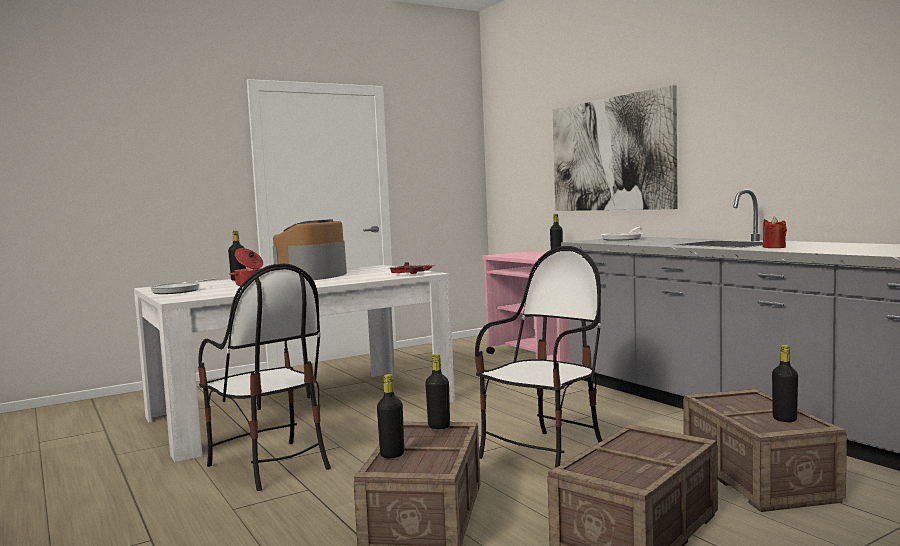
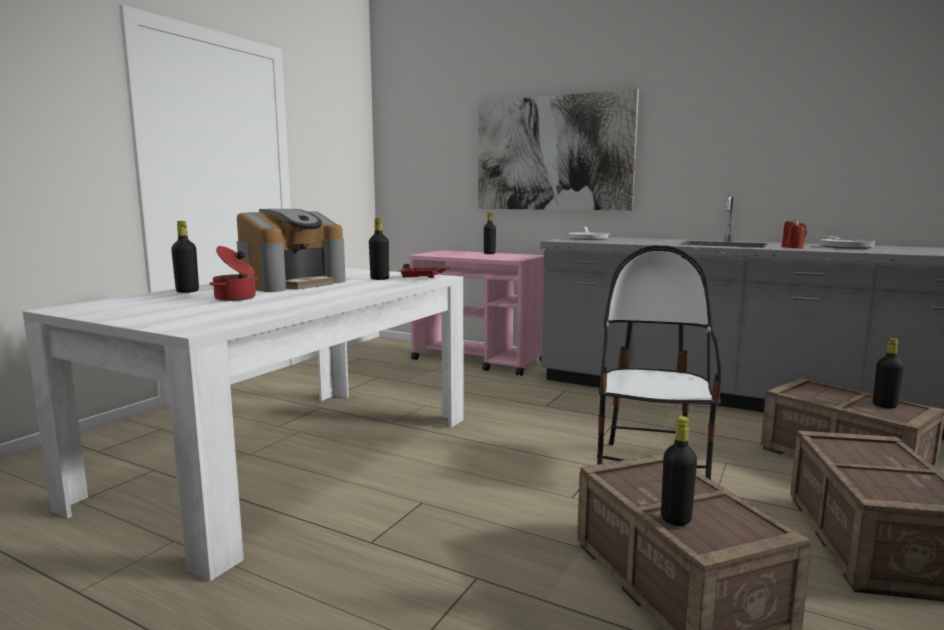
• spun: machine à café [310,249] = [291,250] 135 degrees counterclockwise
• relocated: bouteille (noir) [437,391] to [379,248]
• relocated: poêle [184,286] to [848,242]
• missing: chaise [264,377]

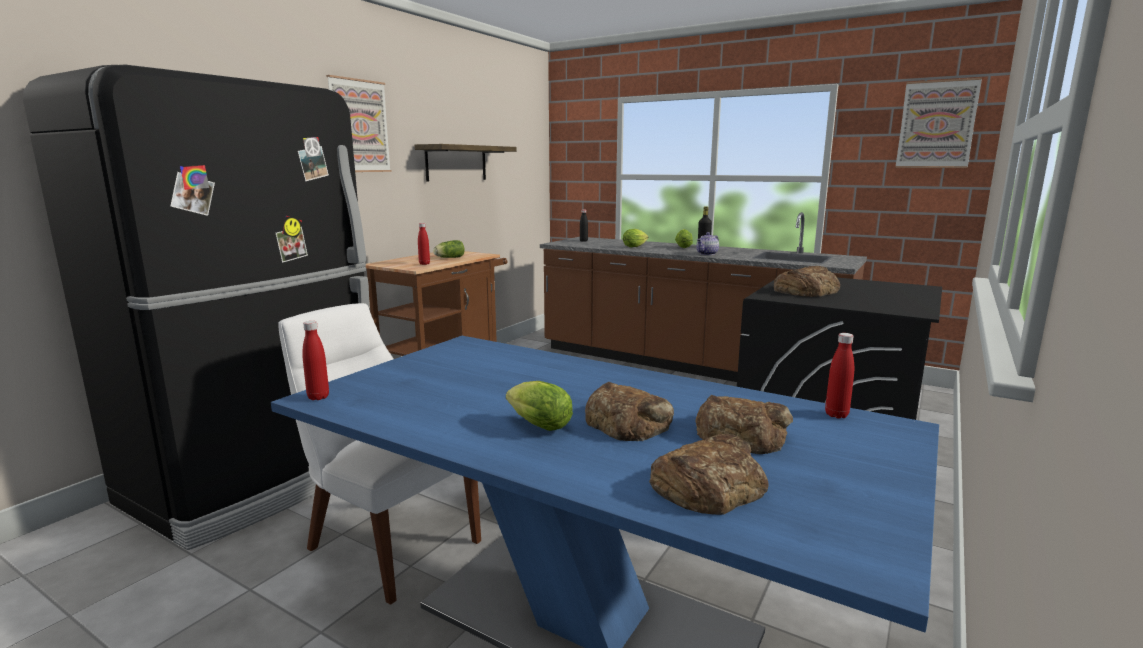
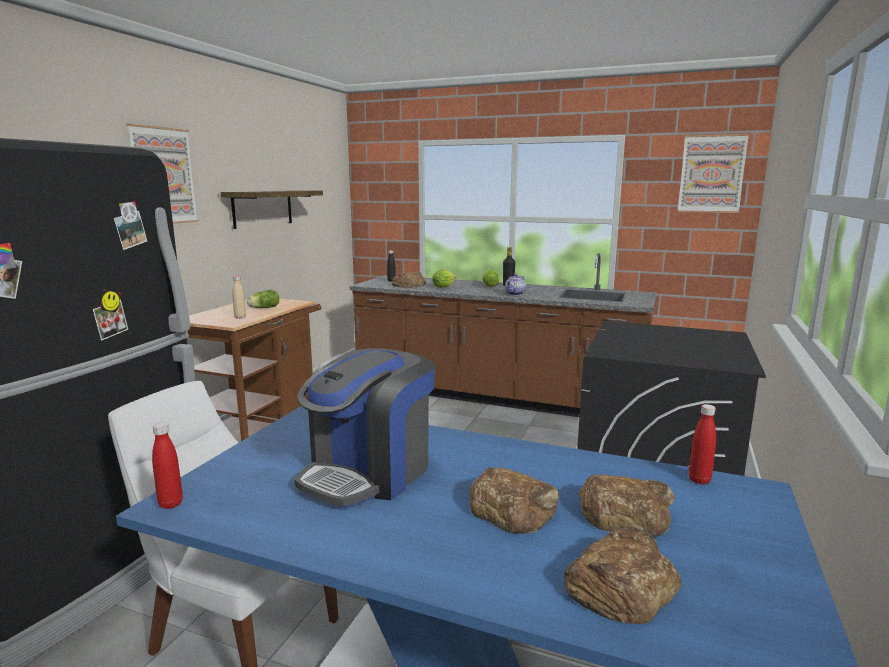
• colour: bouteille (rouge) [424,244] to bouteille (beige) [239,297]
• appeared: machine à café [364,427]
• relocated: pain [807,281] to [409,280]
• missing: laitue [539,406]

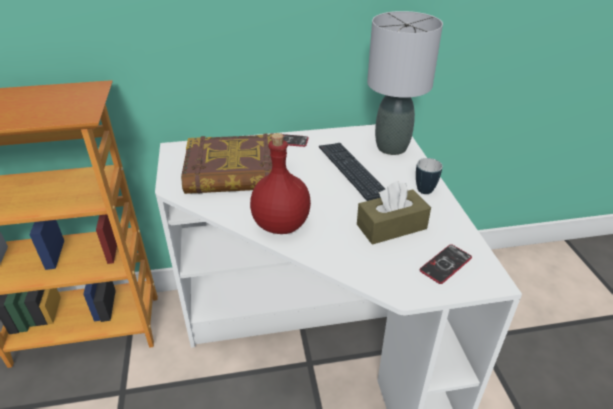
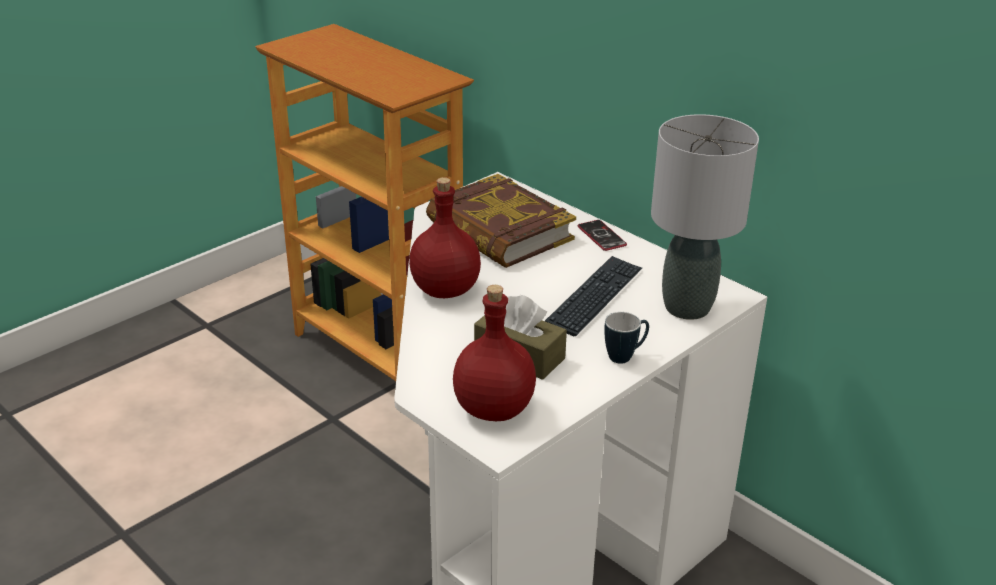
• exchanged: téléphone [445,264] to bouteille (rouge) [494,353]

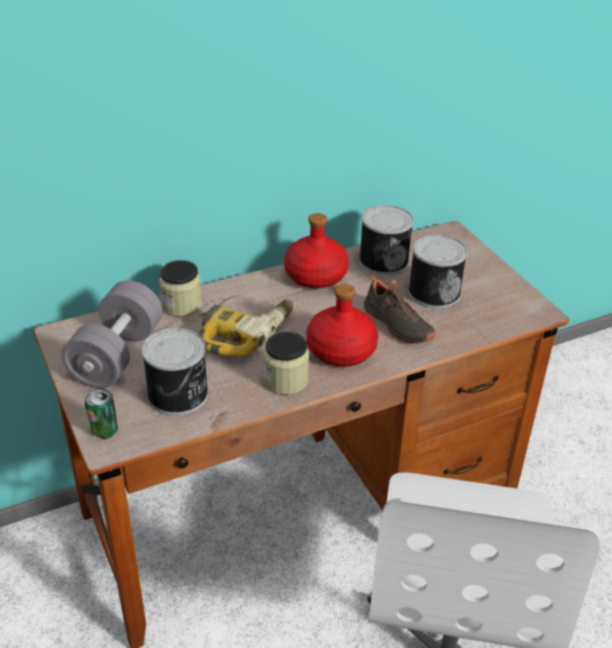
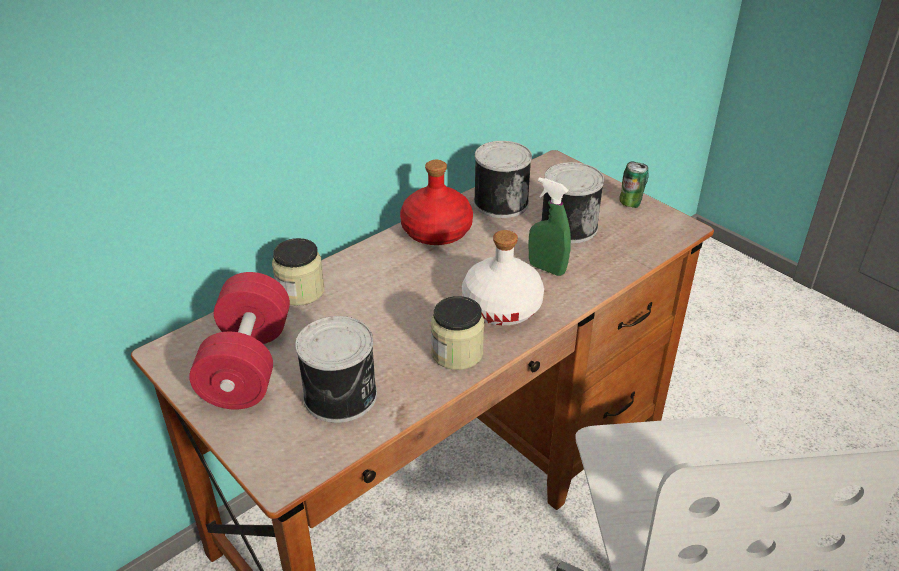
• colour: haltère (gris) [112,334] to haltère (rouge) [239,341]
• colour: bouteille (rouge) [342,325] to bouteille (blanc) [503,277]
• exchanged: chaussure (noir) [400,309] to vaporisateur (vert) [550,226]
• relocated: boîte métallique [101,414] to [634,184]
• missing: perceuse [237,325]

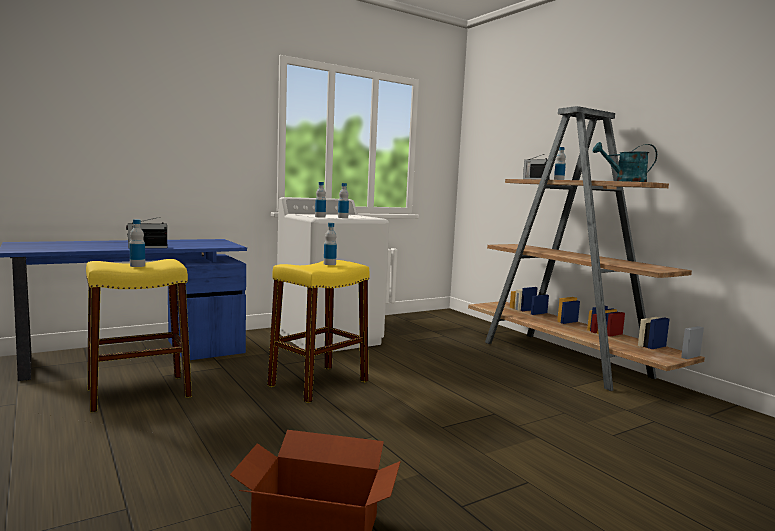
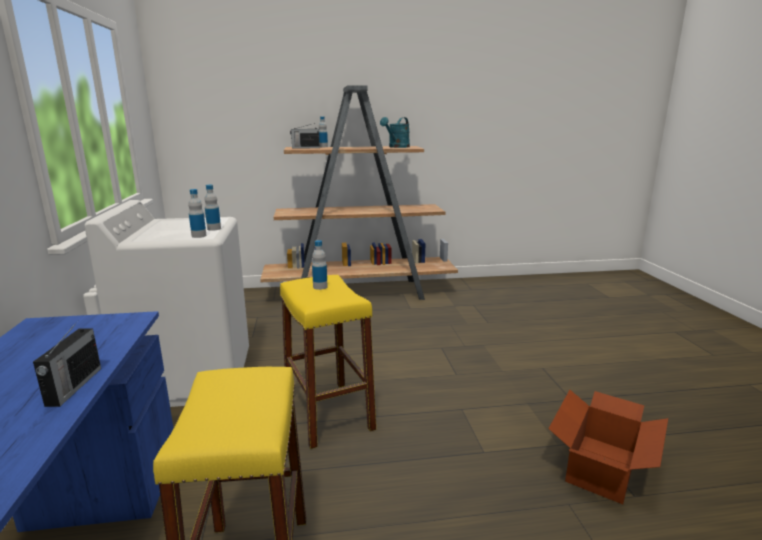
• missing: bouteille [137,243]

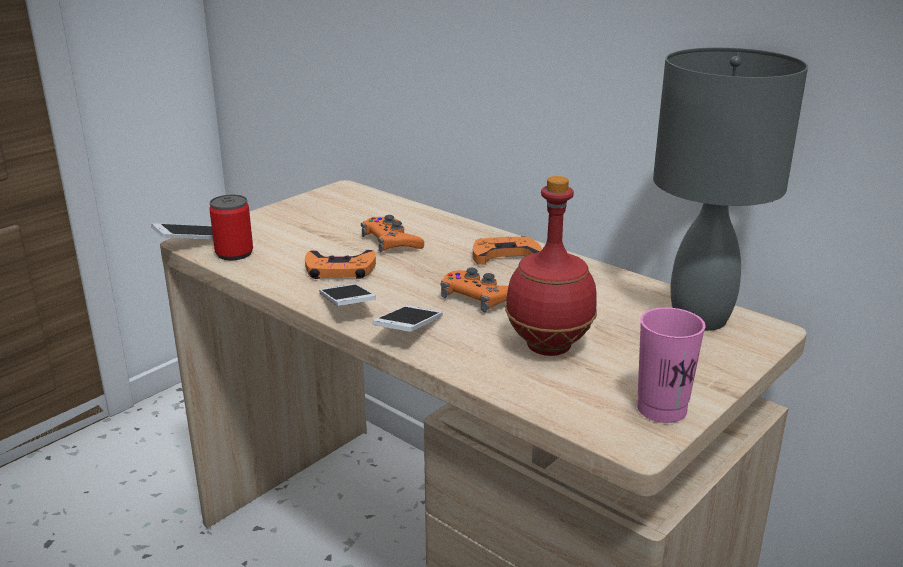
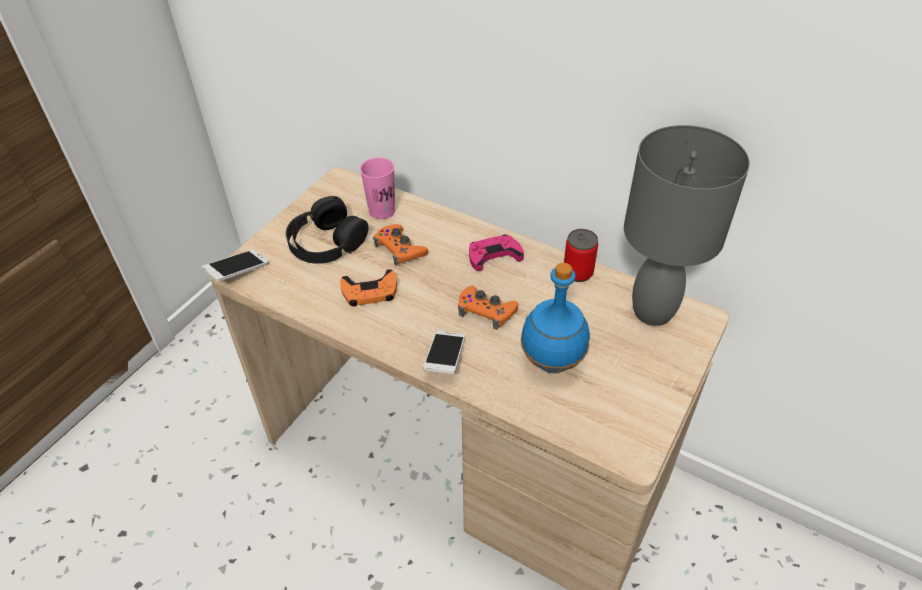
• appeared: casque audio (noir) [327,229]
• relocated: tasse (rose) [671,365] to [377,188]
• colour: manette (orange) [507,250] to manette (rose) [496,253]
• colour: bouteille (rouge) [551,266] to bouteille (bleu) [555,318]
• relocated: boîte métallique [231,227] to [581,255]
• missing: téléphone [347,295]

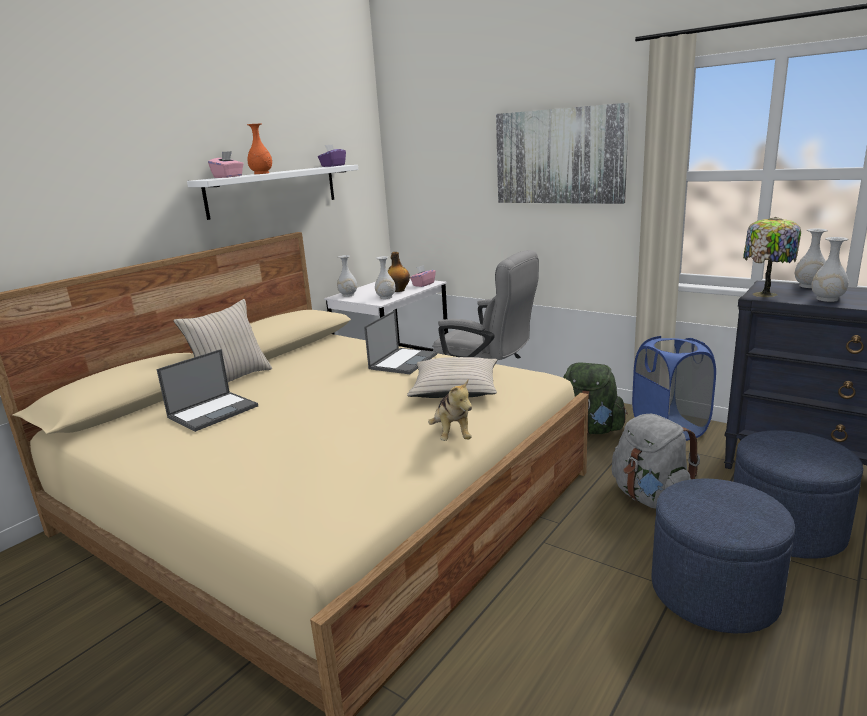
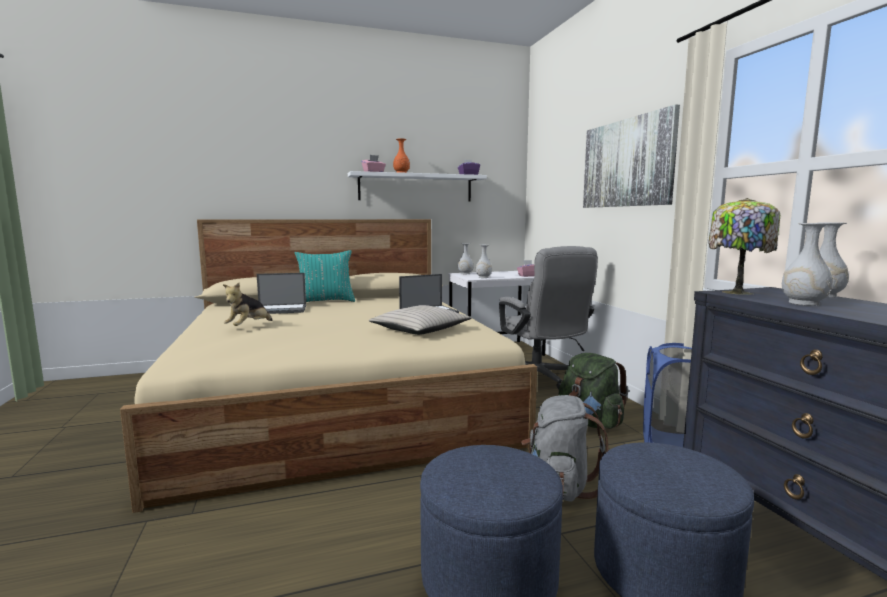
• relocated: peluche [450,410] to [247,304]
• colour: coussin (beige) [222,340] to coussin (turquoise) [325,276]
• missing: bouteille [399,272]

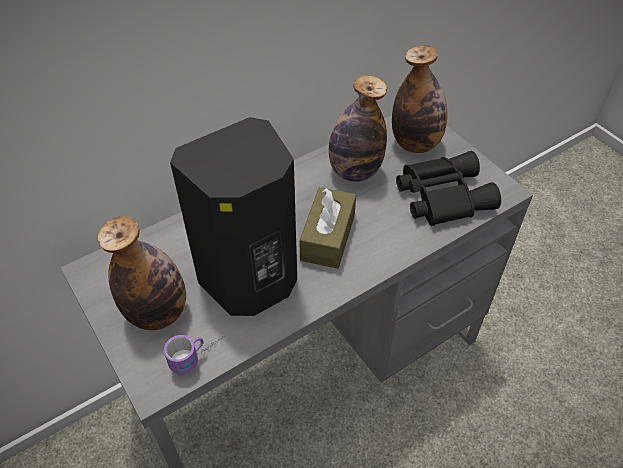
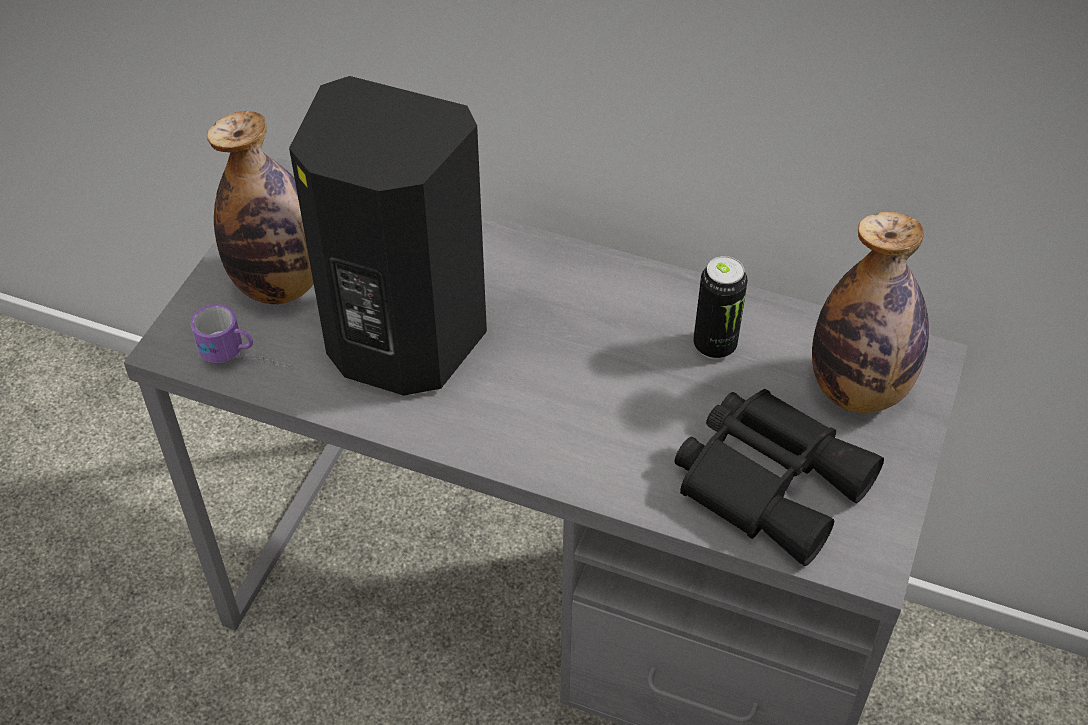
• exchanged: bouteille [358,128] to boîte métallique [720,307]
• missing: boîte à mouchoirs (marron) [327,228]

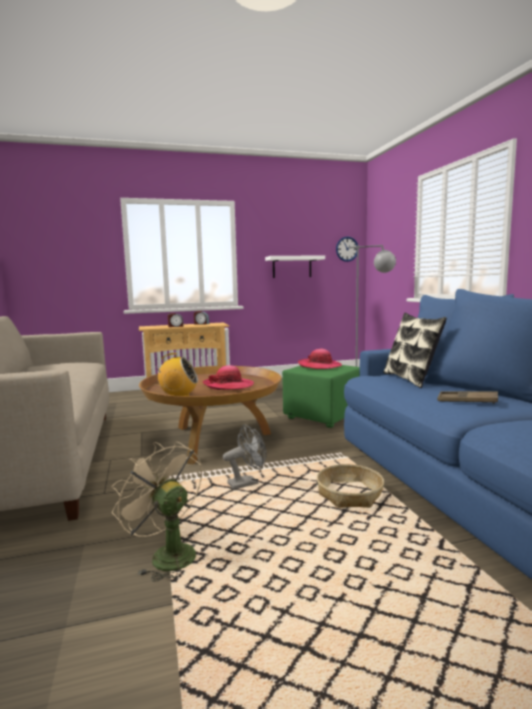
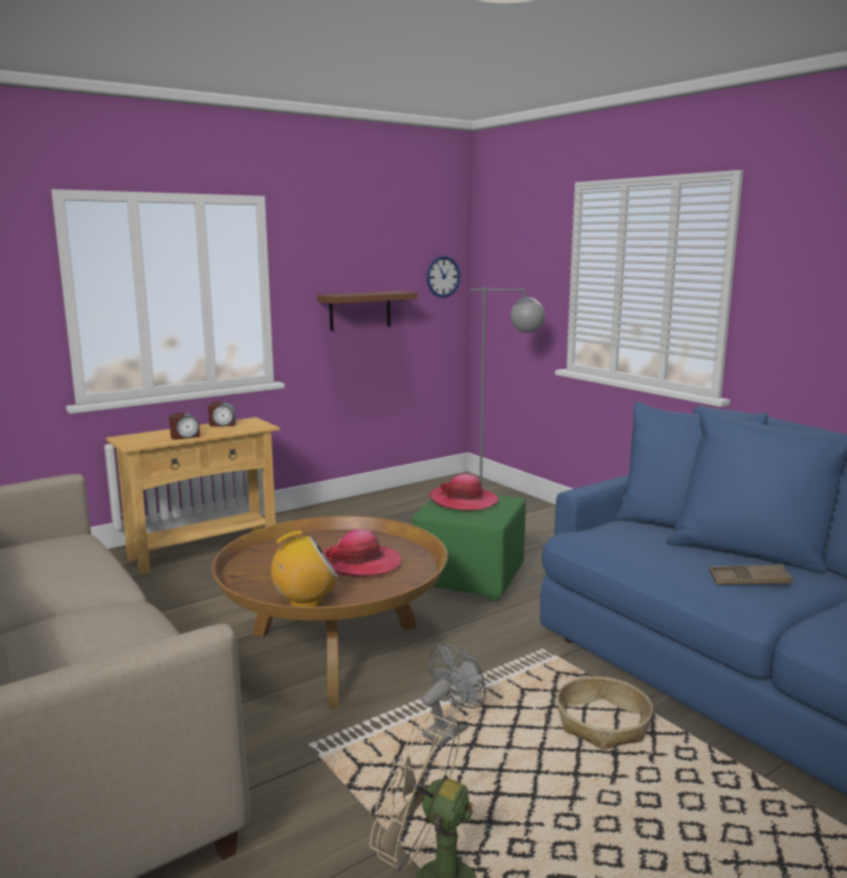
• colour: étagère (blanc) [295,266] to étagère (marron) [367,311]
• missing: coussin [415,350]

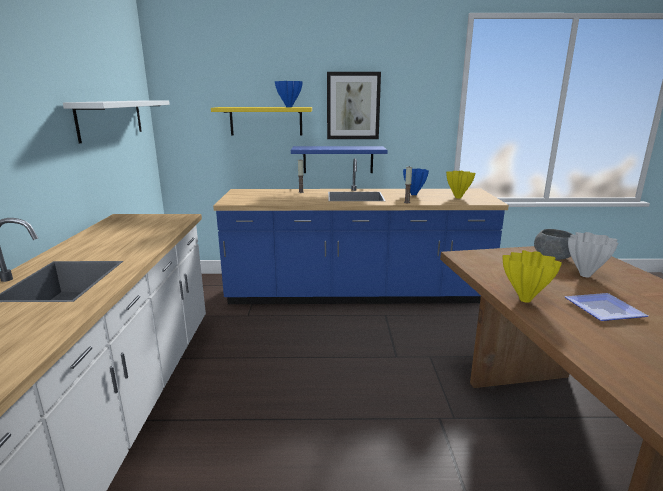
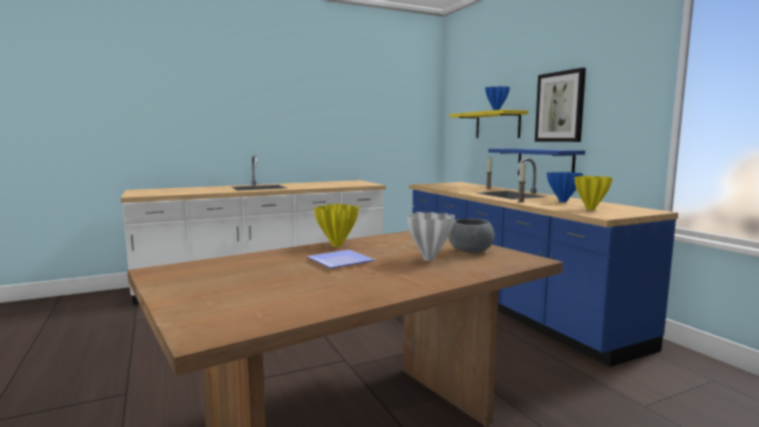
• missing: étagère (blanc) [116,122]

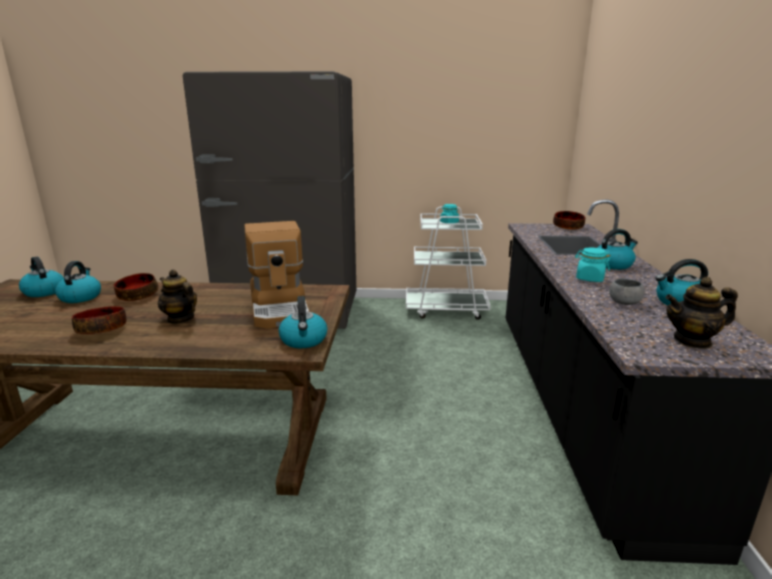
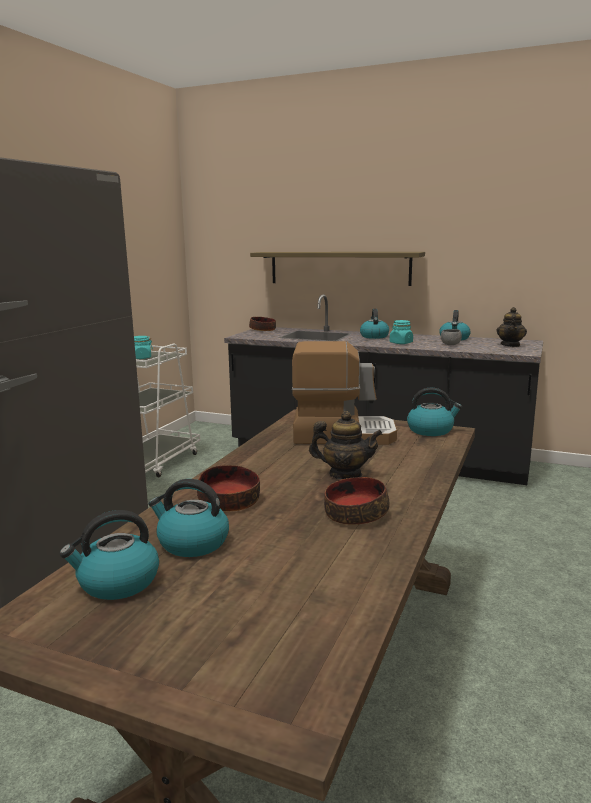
• appeared: étagère [337,269]
• spun: théière [177,296] = [346,445] 135 degrees counterclockwise

